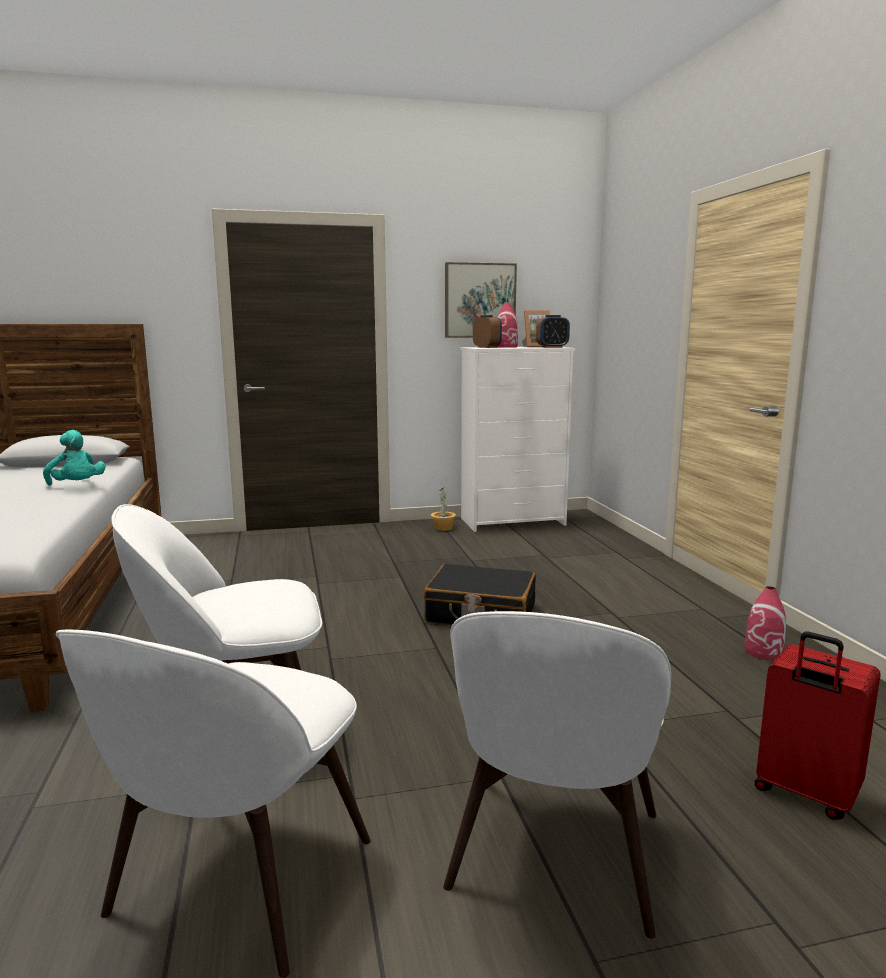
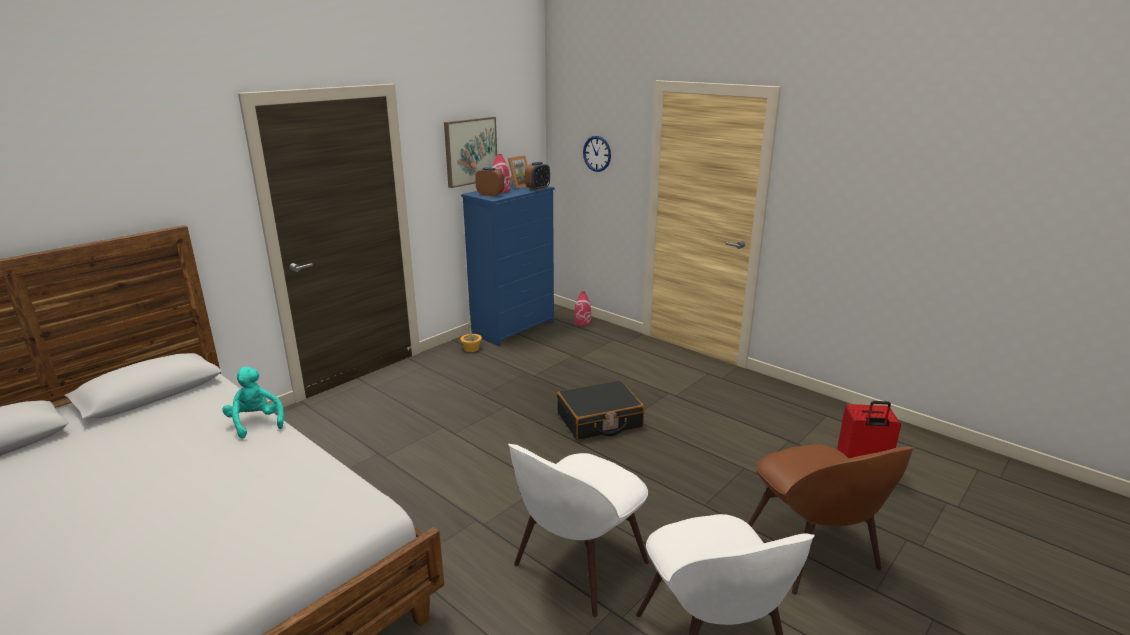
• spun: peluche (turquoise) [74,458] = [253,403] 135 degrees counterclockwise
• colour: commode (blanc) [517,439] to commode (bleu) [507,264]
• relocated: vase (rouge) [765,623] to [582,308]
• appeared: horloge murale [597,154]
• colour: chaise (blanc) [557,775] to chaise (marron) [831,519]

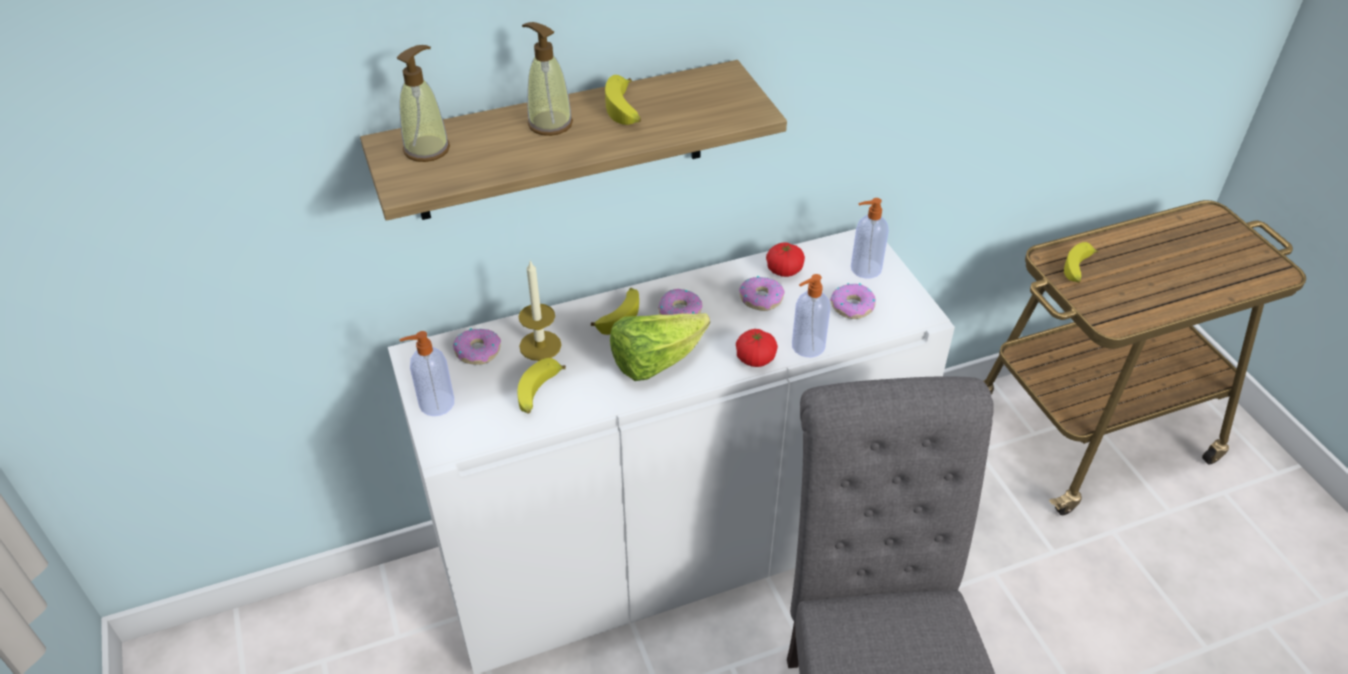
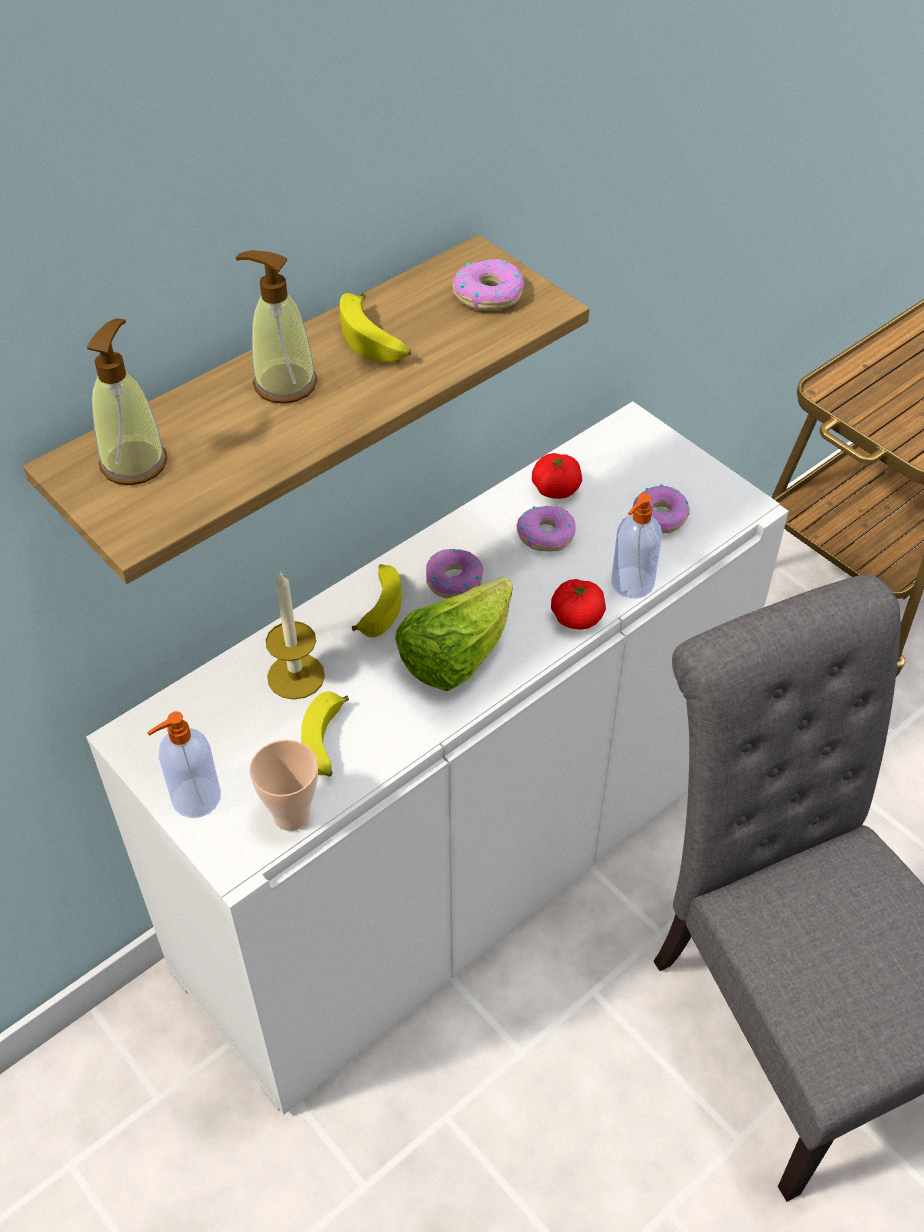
• appeared: tasse [283,785]
• relocated: beignet [477,346] to [488,285]
• missing: distributeur de savon [870,238]
• missing: banane [1081,262]

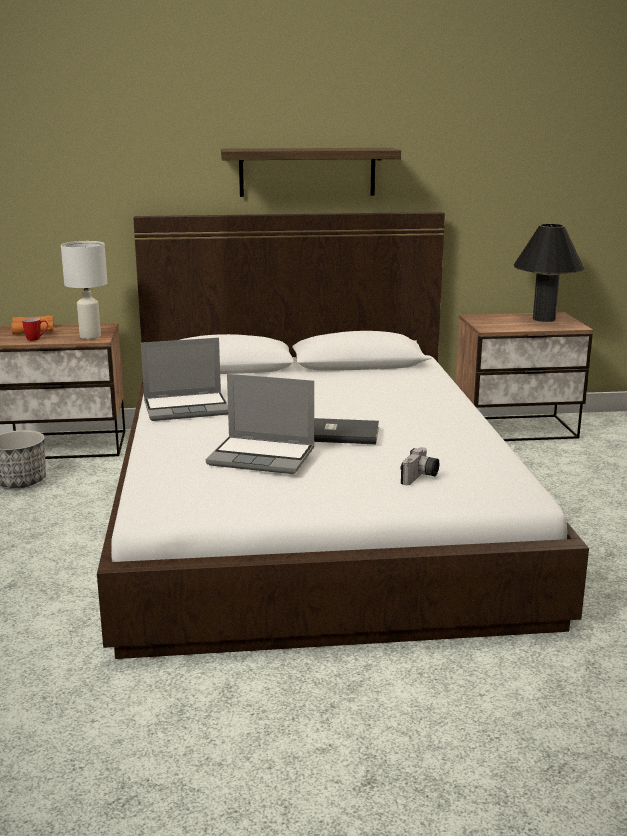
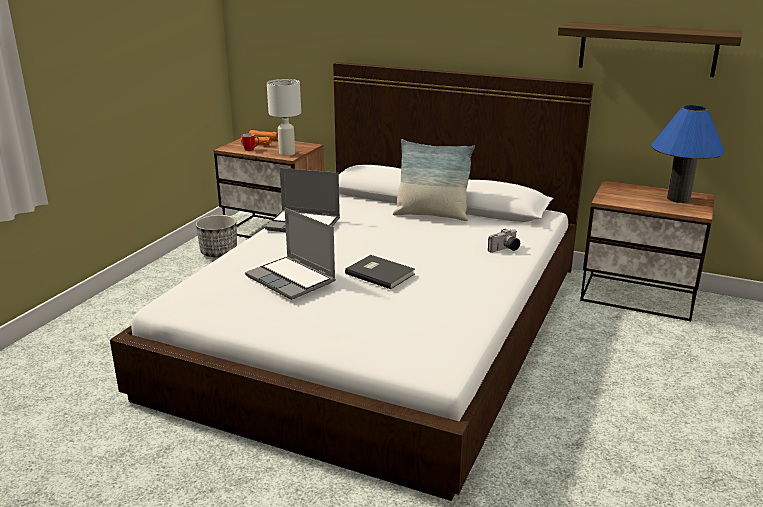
• appeared: coussin [434,180]
• relocated: appareil photo [419,466] to [504,240]
• relocated: étagère [311,172] to [650,49]
• colour: lampe de table (noir) [549,273] to lampe de table (bleu) [688,154]

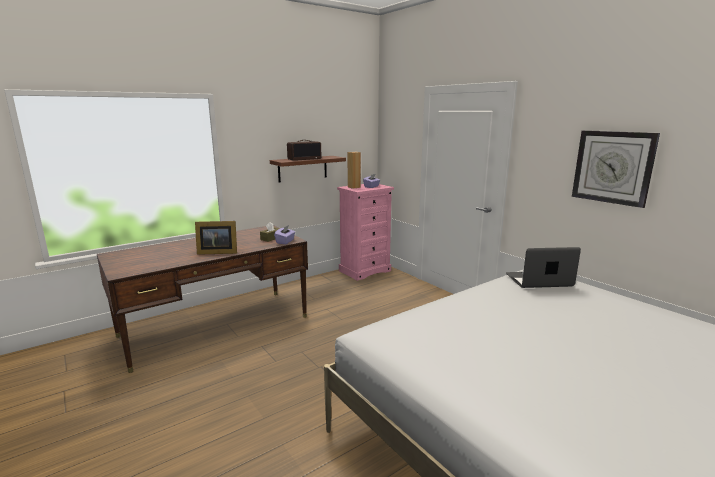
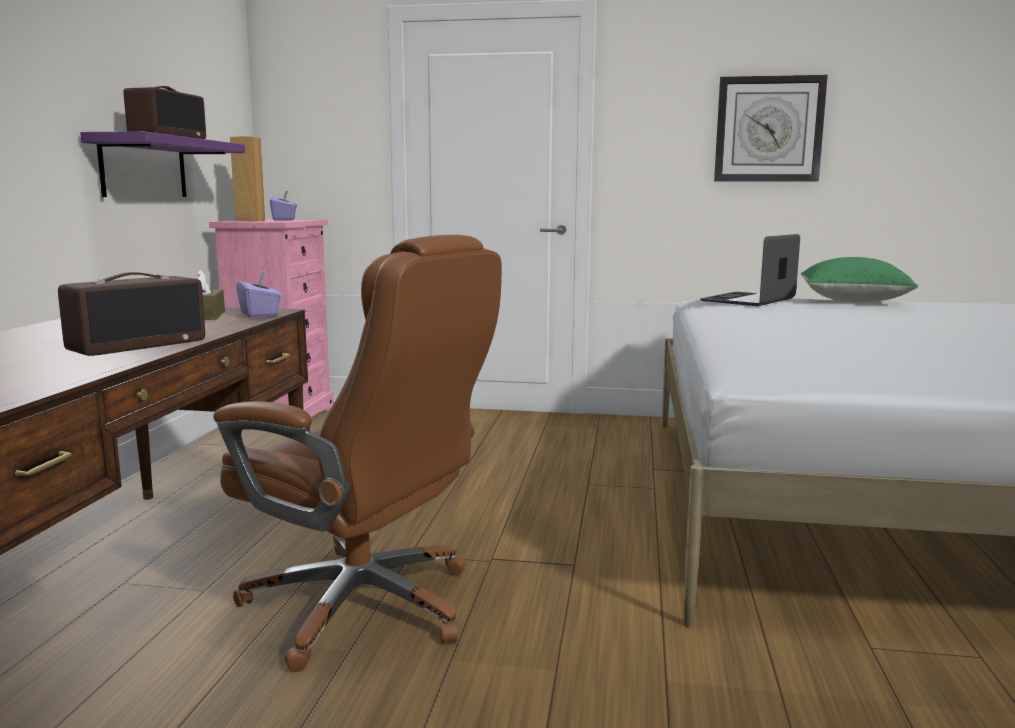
• exchanged: cadre photo [216,238] to radio [131,314]
• colour: étagère (marron) [308,169] to étagère (violet) [162,164]
• appeared: chaise de bureau (marron) [357,453]
• appeared: coussin (vert) [860,279]

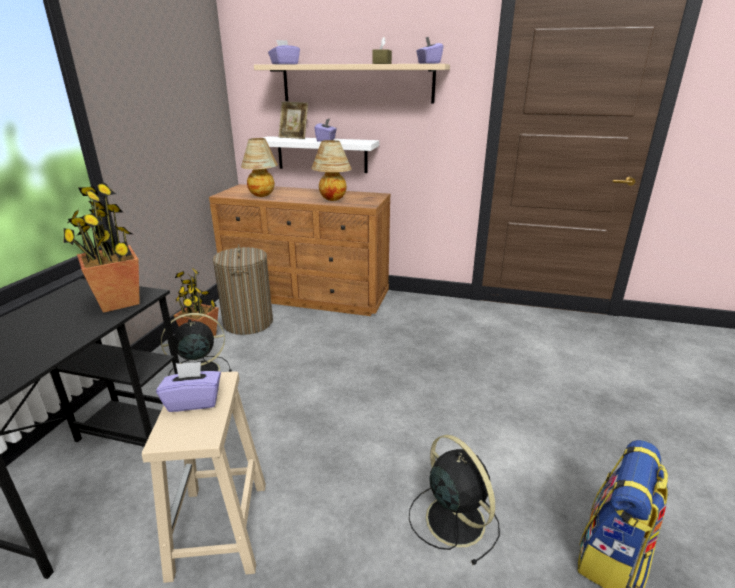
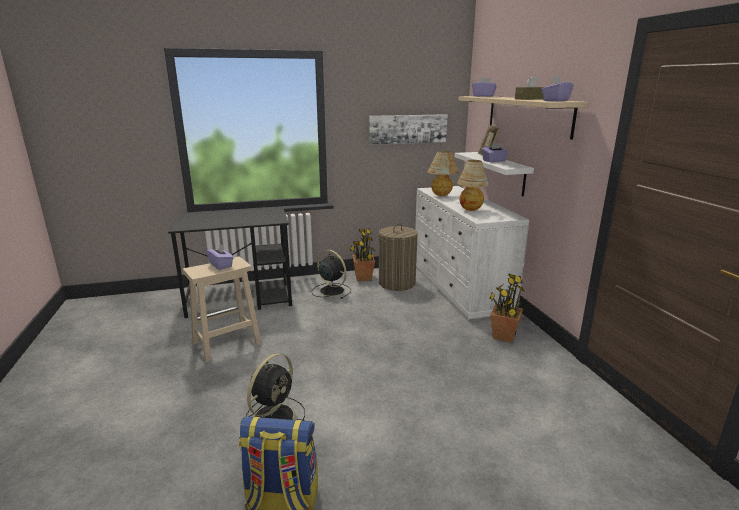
• appeared: tableau [408,129]
• colour: commode (marron) [299,250] to commode (blanc) [472,253]
• relocated: plante en pot [101,248] to [507,308]

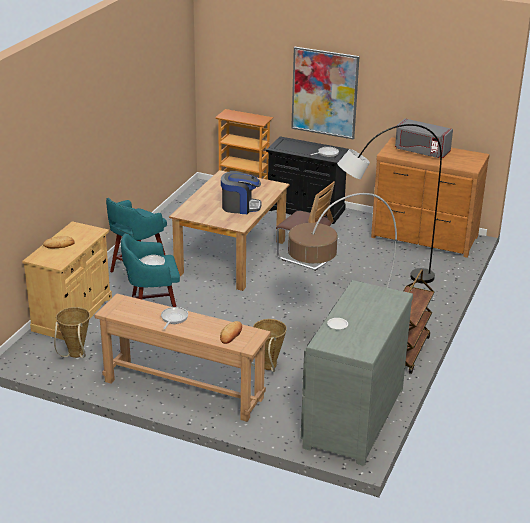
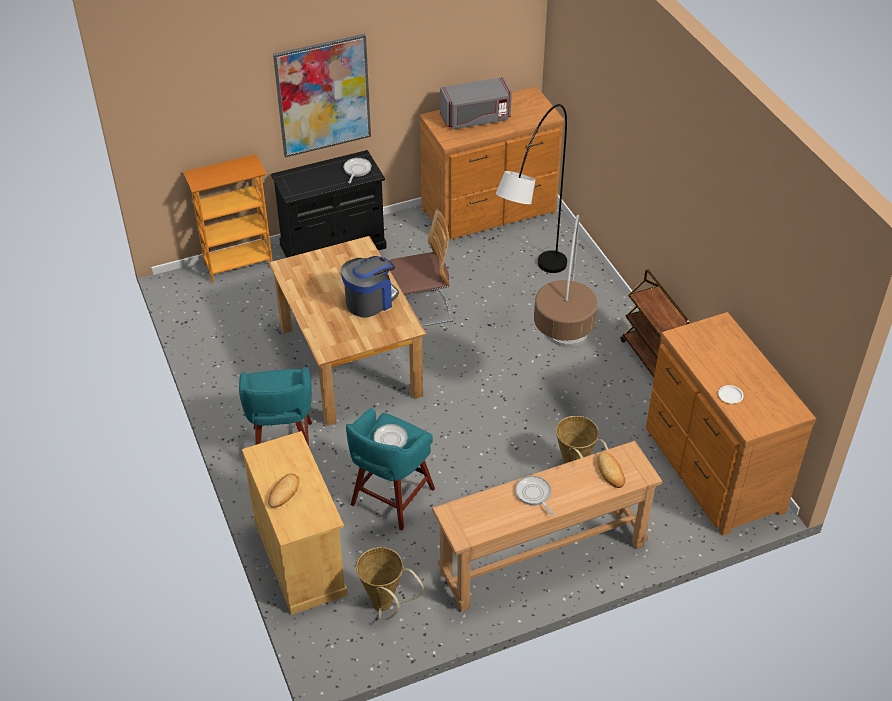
• colour: commode (gris) [357,373] to commode (marron) [731,424]

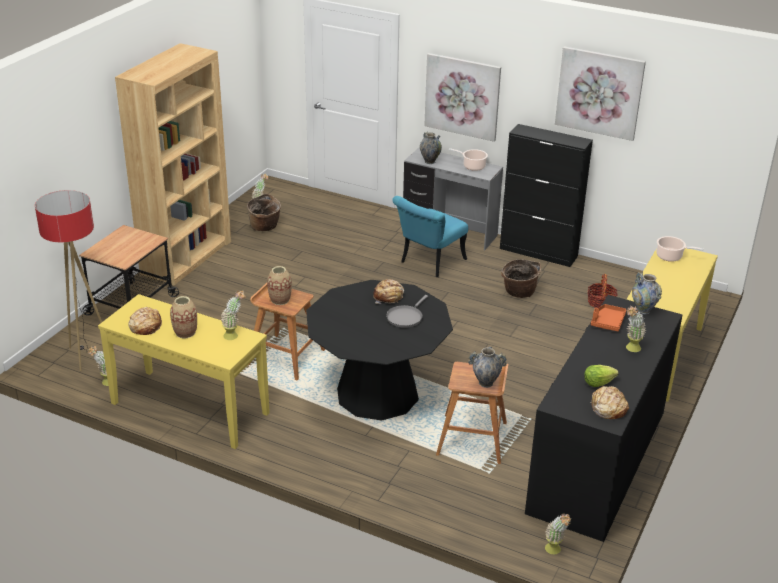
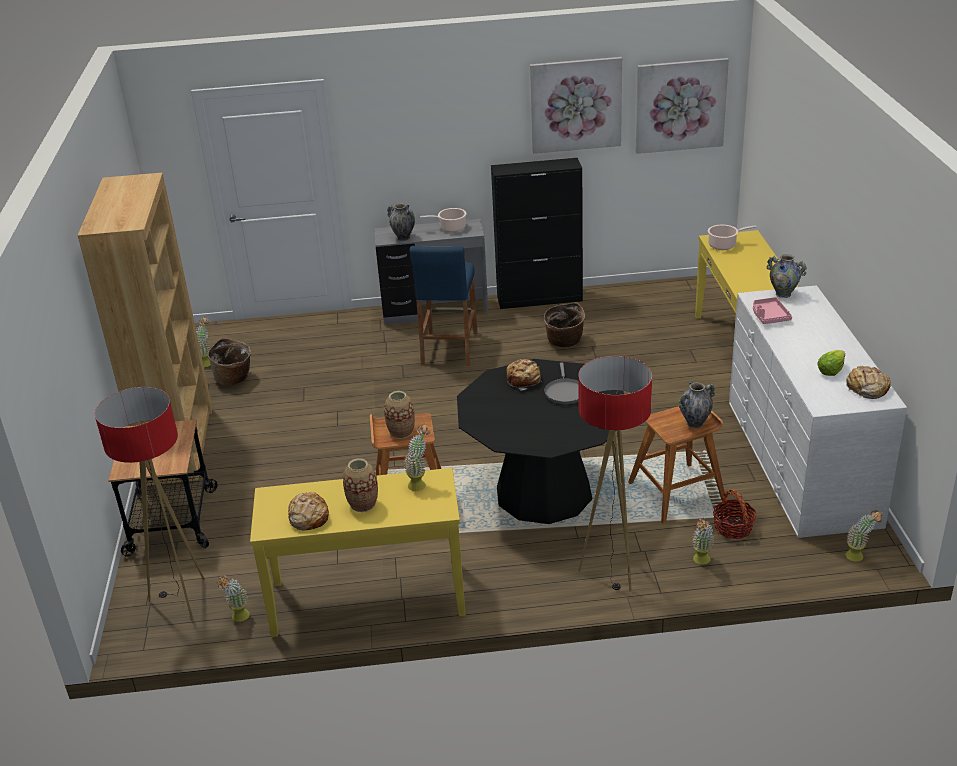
• exchanged: chaise (turquoise) [430,236] to tabouret (bleu) [443,306]
• appeared: lampadaire [615,473]
• relocated: tableau [462,97] to [682,106]
• relocated: plante en pot [636,329] to [703,541]
• relocated: panier [602,291] to [734,514]
• colour: commode (noir) [603,418] to commode (blanc) [818,411]
• colour: plateau (orange) [608,317] to plateau (rose) [772,310]

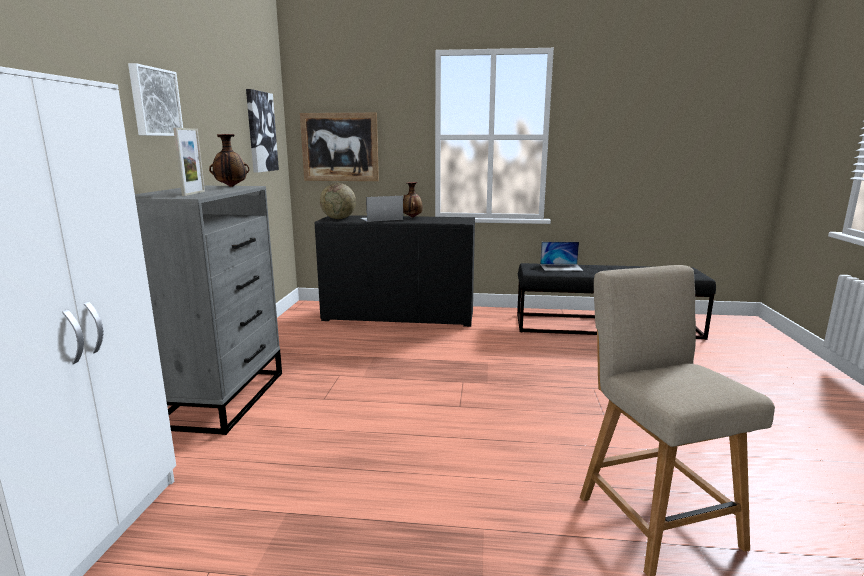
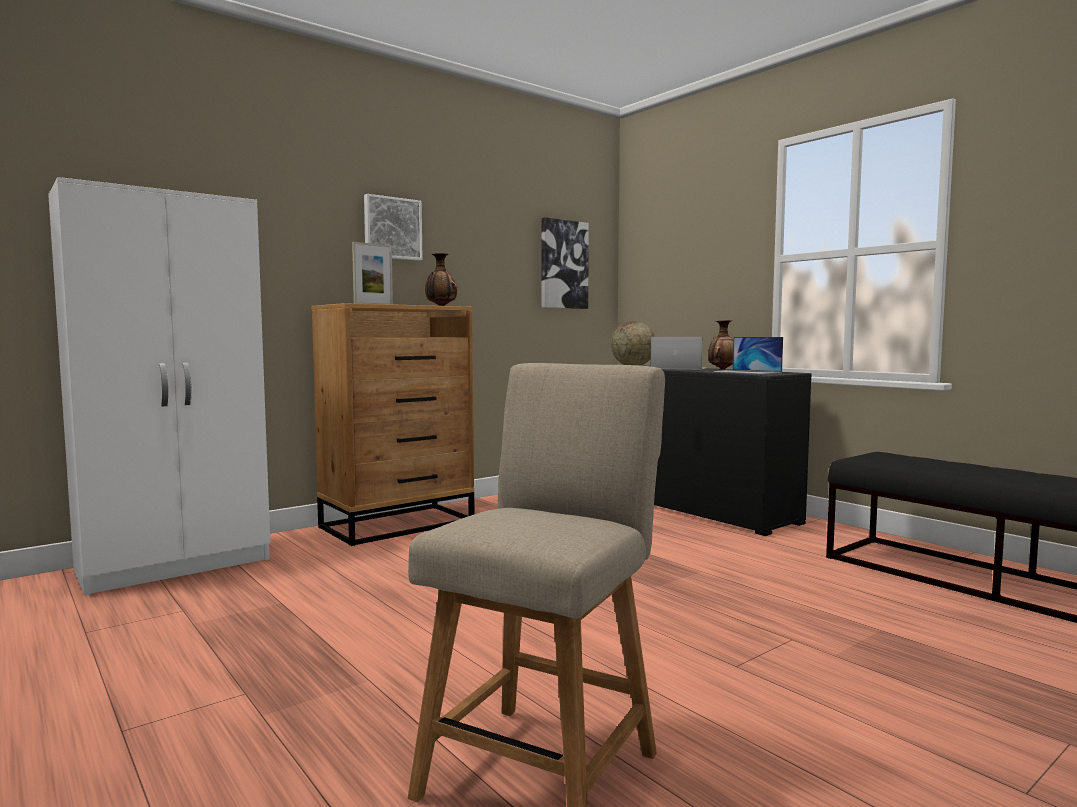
• colour: commode (gris) [208,310] to commode (marron) [392,424]
• relocated: ordinateur portable [562,256] to [748,355]
• missing: tableau [339,147]

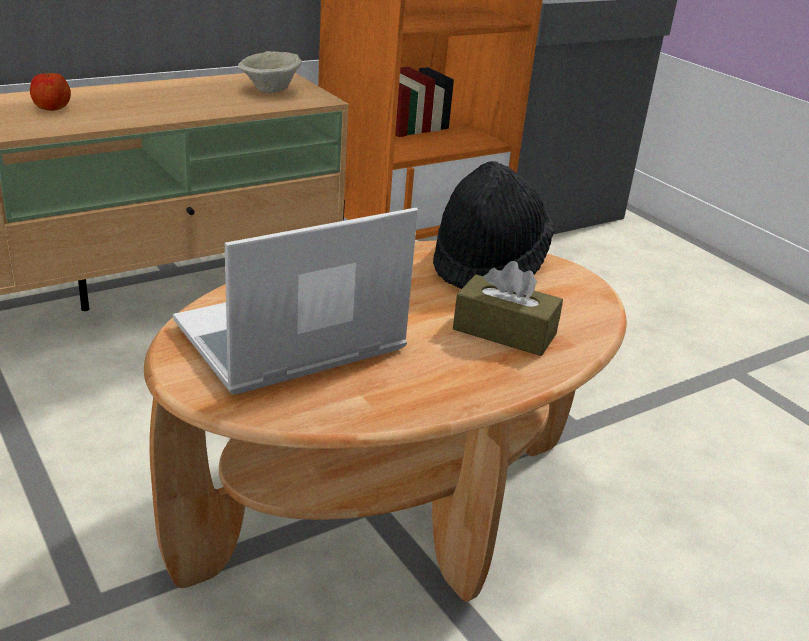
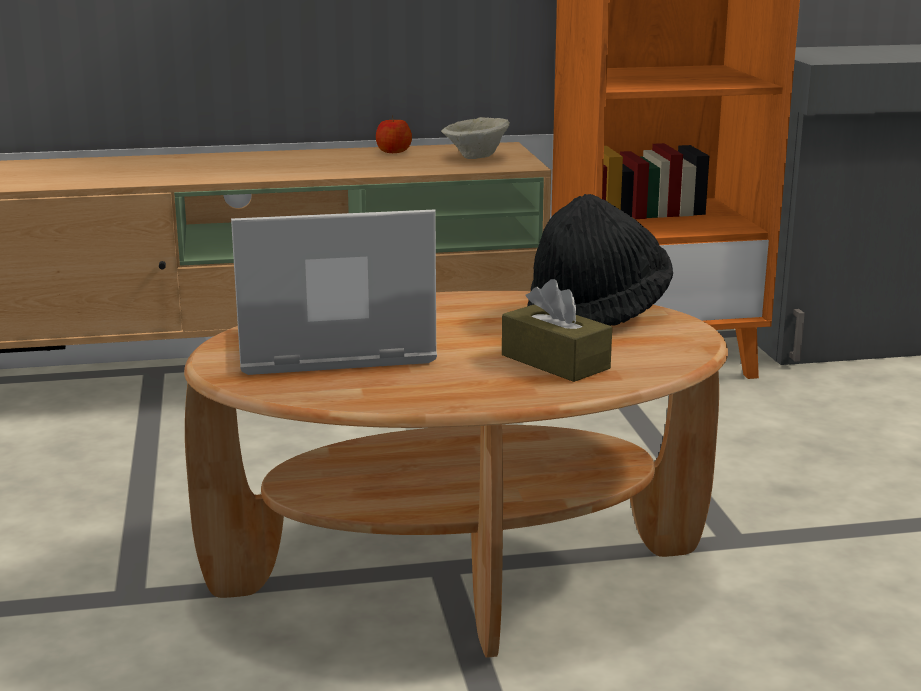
• relocated: pomme [50,90] to [394,134]

